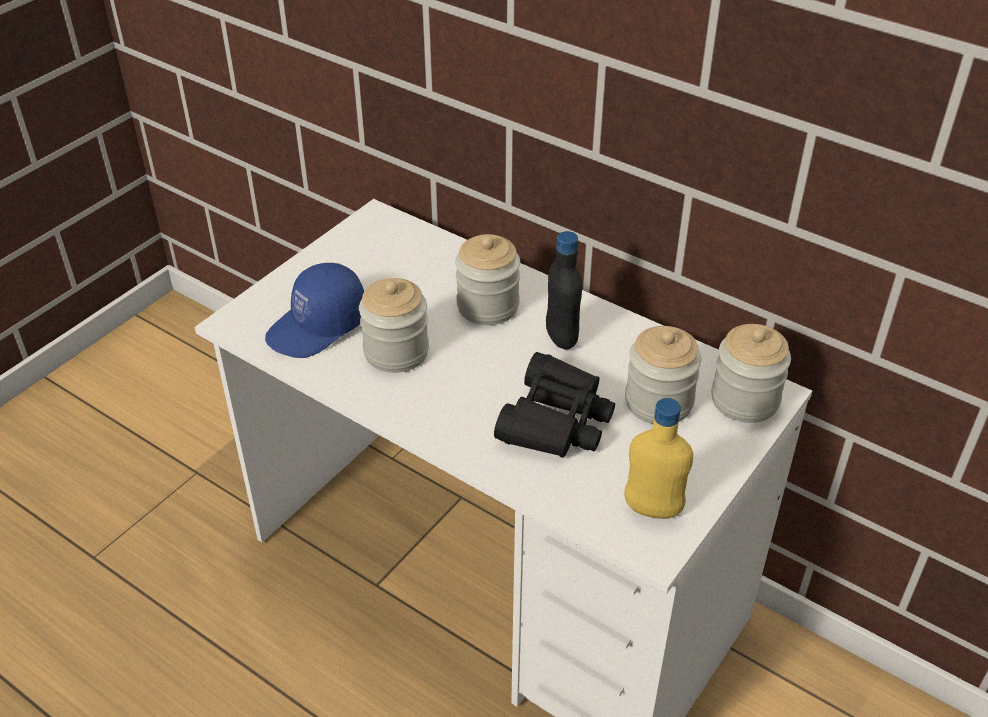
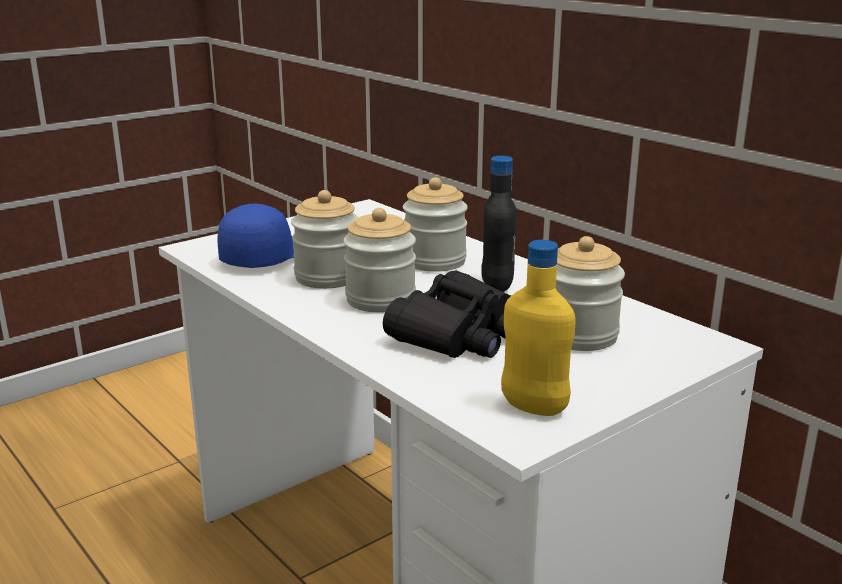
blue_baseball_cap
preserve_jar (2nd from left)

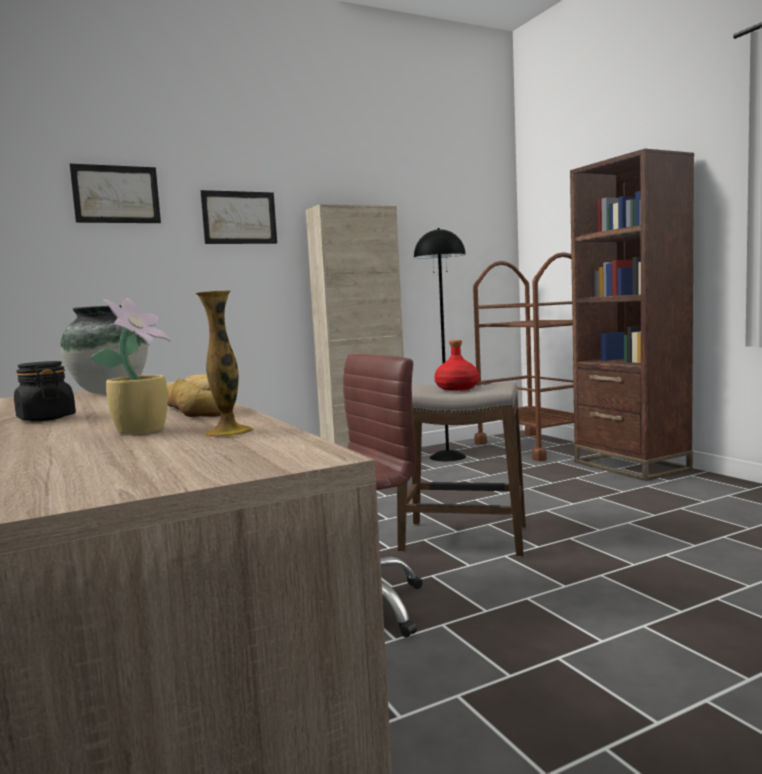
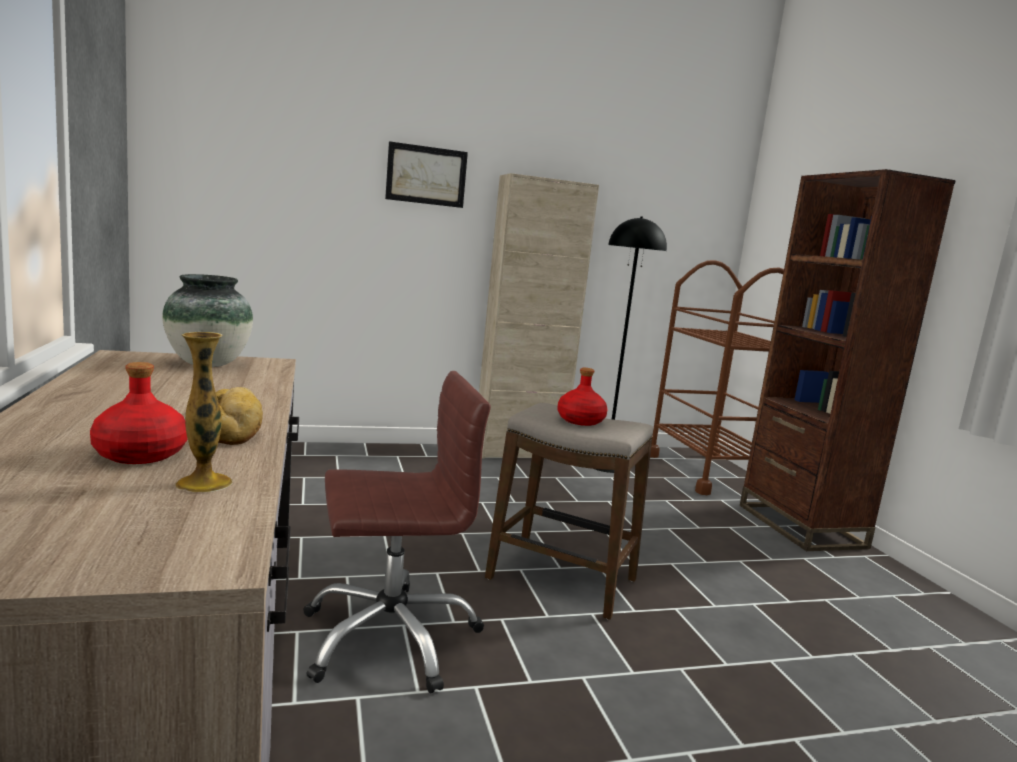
red-coloured_drink_bottle (1st from left)
black_preserve_jar
wall_art (1st from left in the first image)

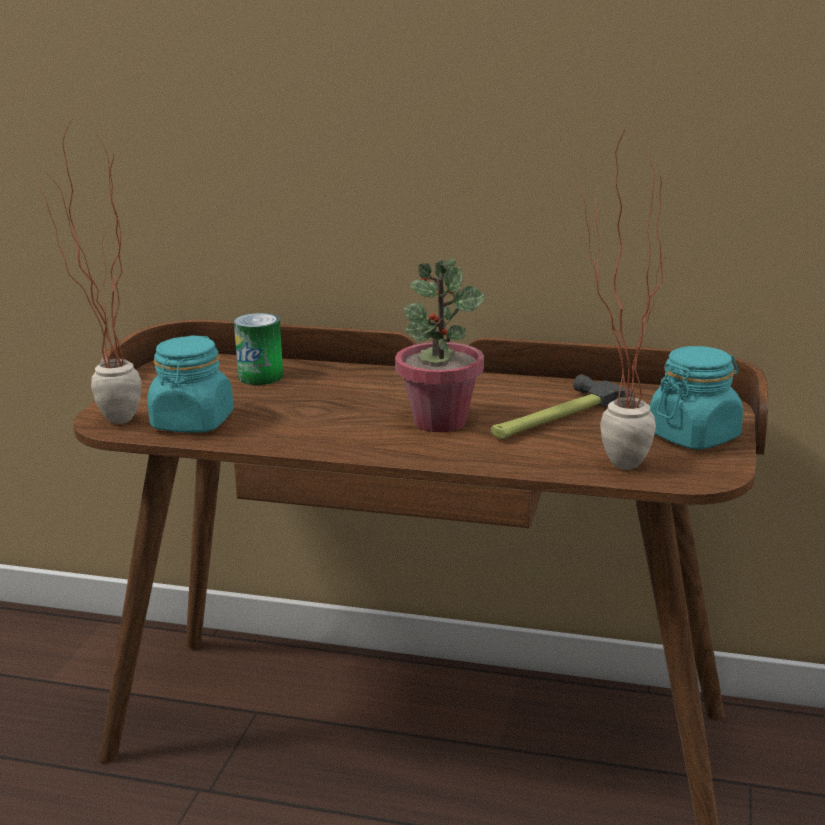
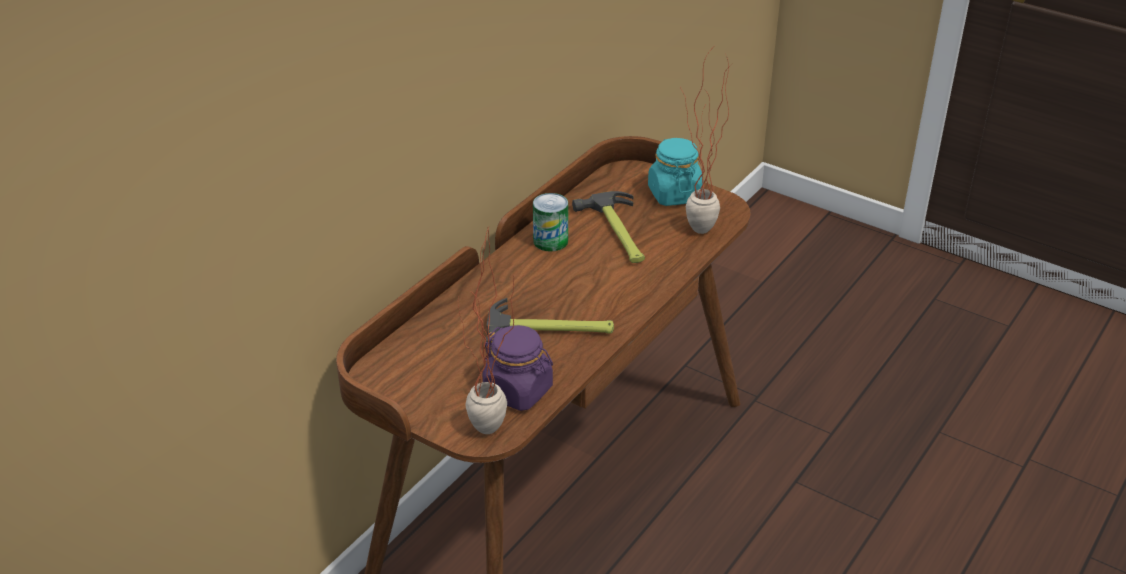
purple_preserve_jar
tool_hammer (1st from left)
metal_can
potted_plant (2nd from left in the first image)

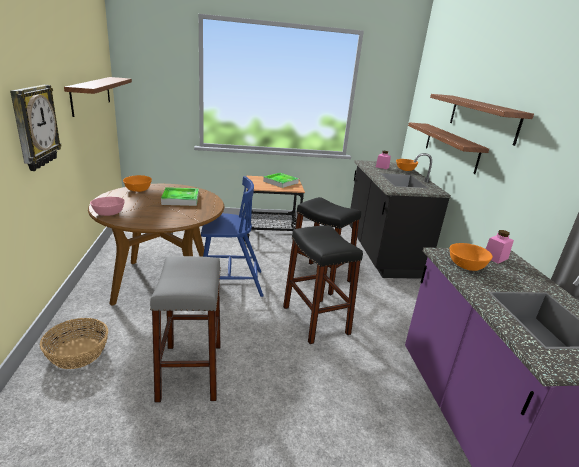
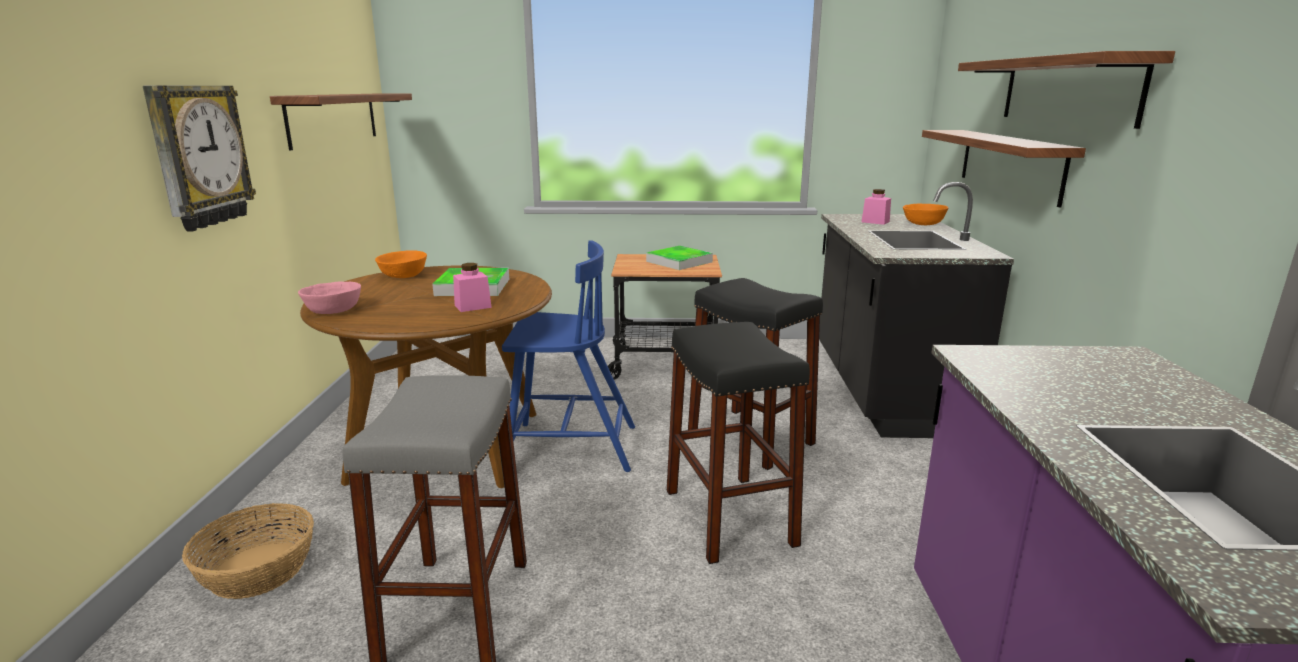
pink_preserve_jar (1st from left)
orangey_serving_bowl (3rd from left in the first image)

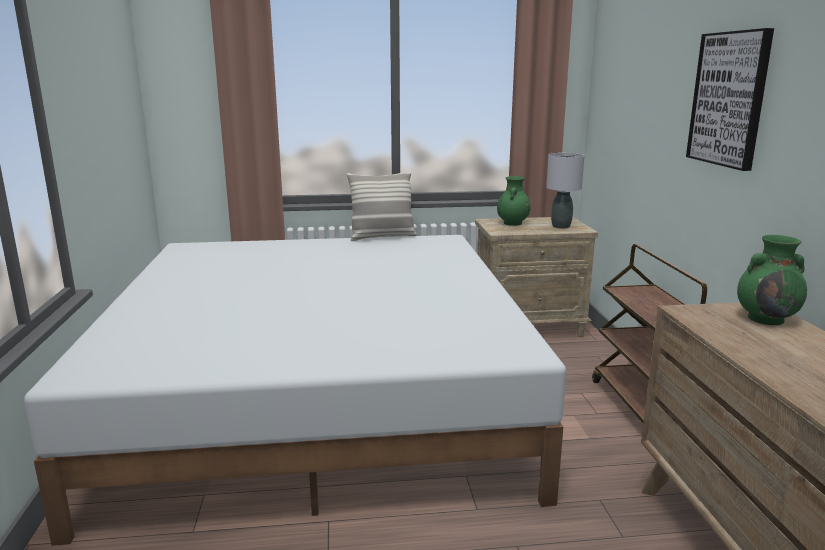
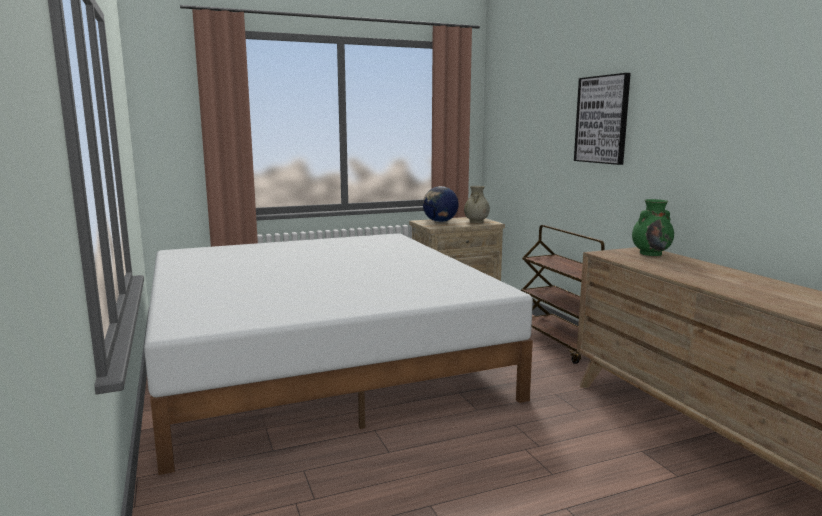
globe
sand-coloured_decorative_vase
pillow

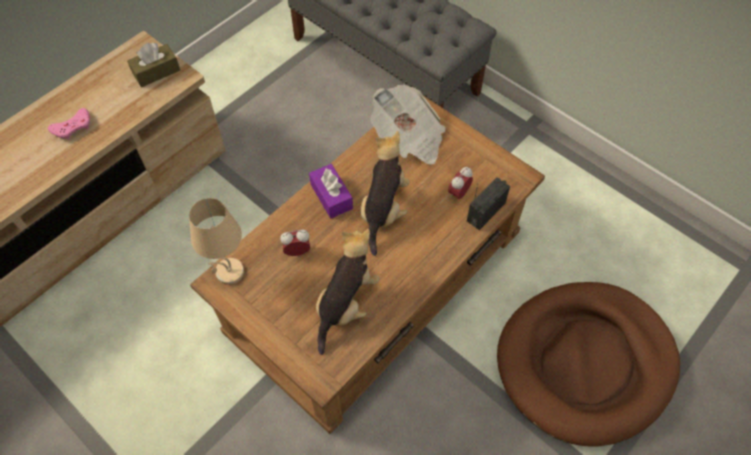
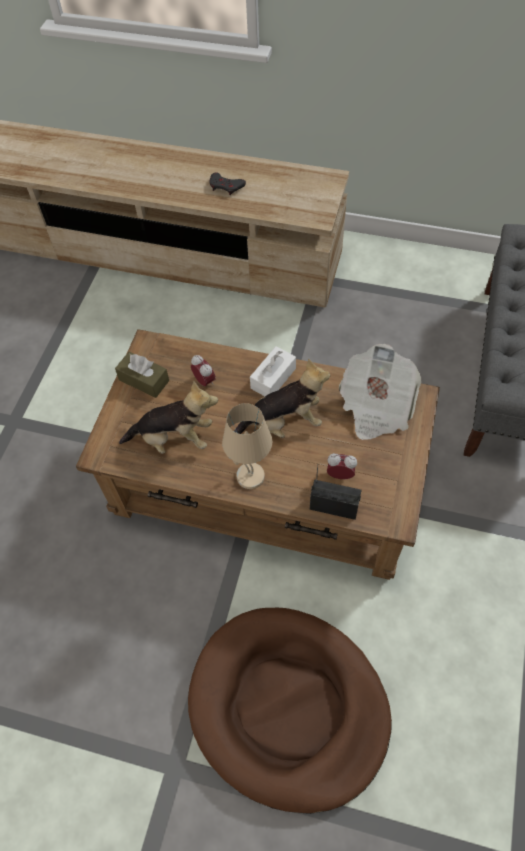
brown-coloured_tissue_box
grey_joypad
sand-coloured_table_lamp
whitish_tissue_box

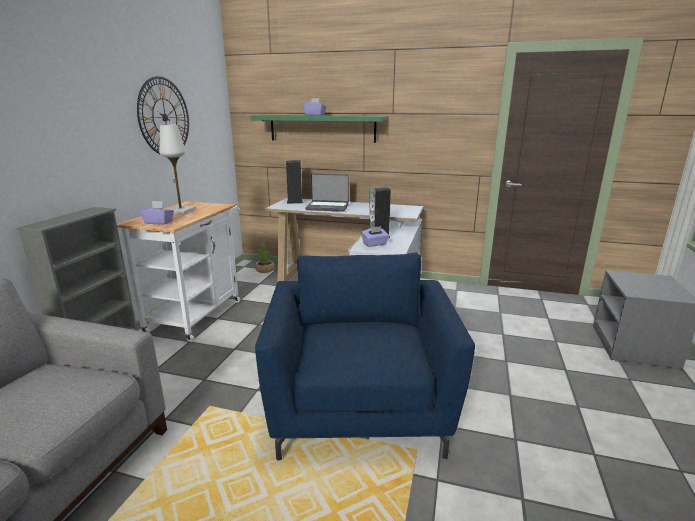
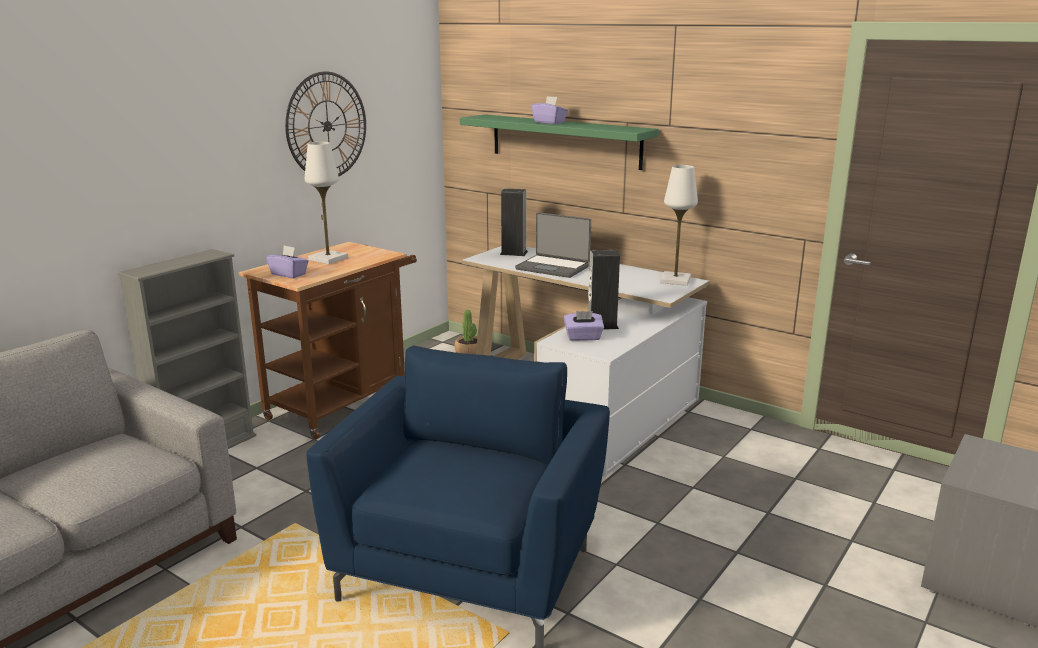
brown-coloured_cart
whitish_table_lamp (2nd from left)

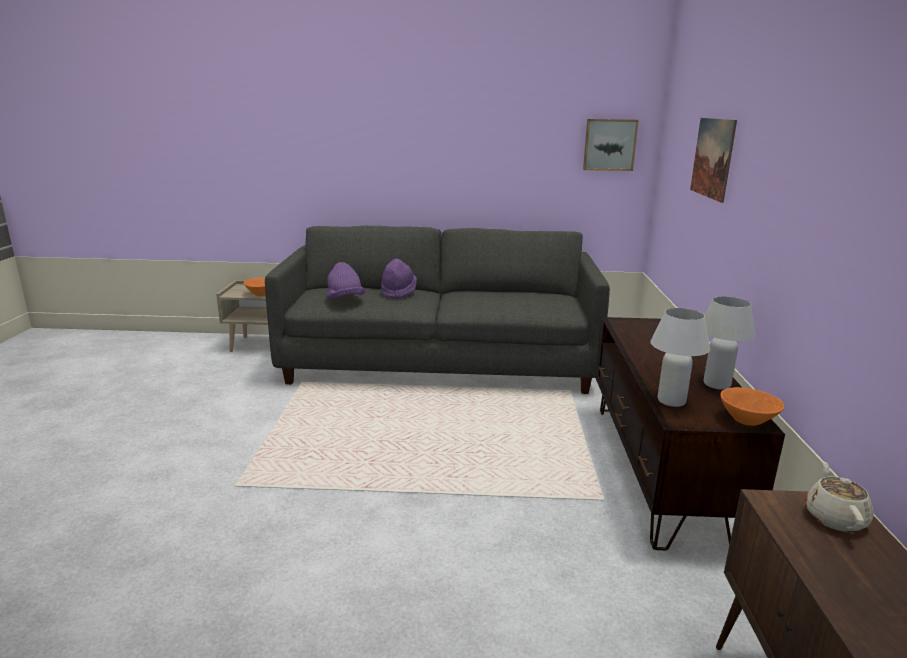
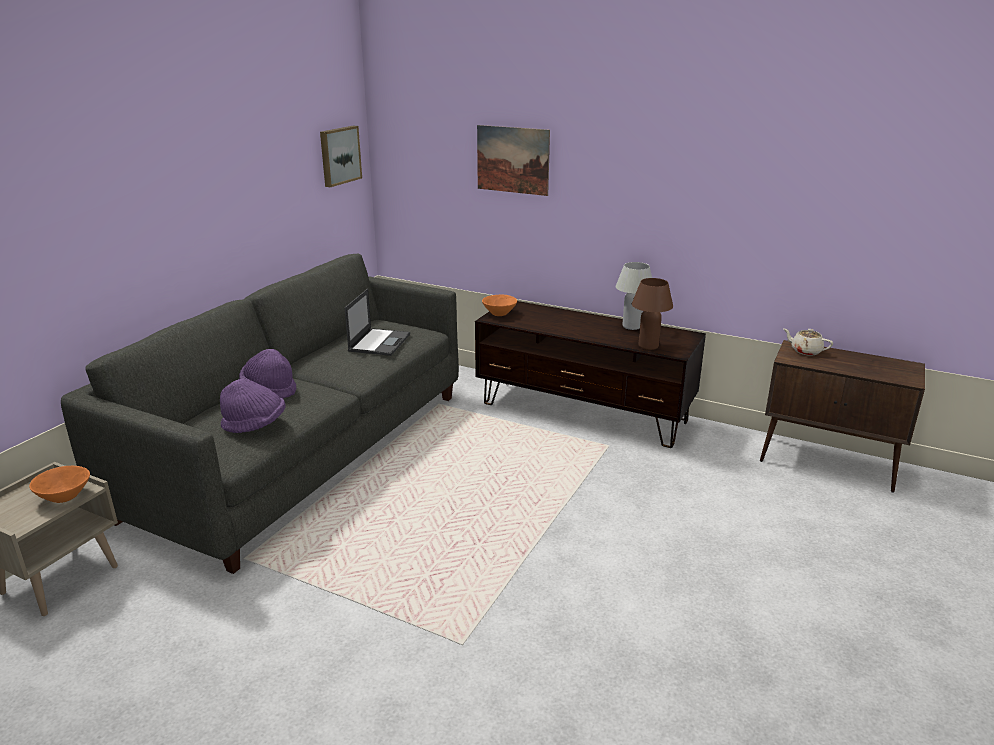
portable_computer
orangey_serving_bowl (2nd from left)
brown-coloured_table_lamp

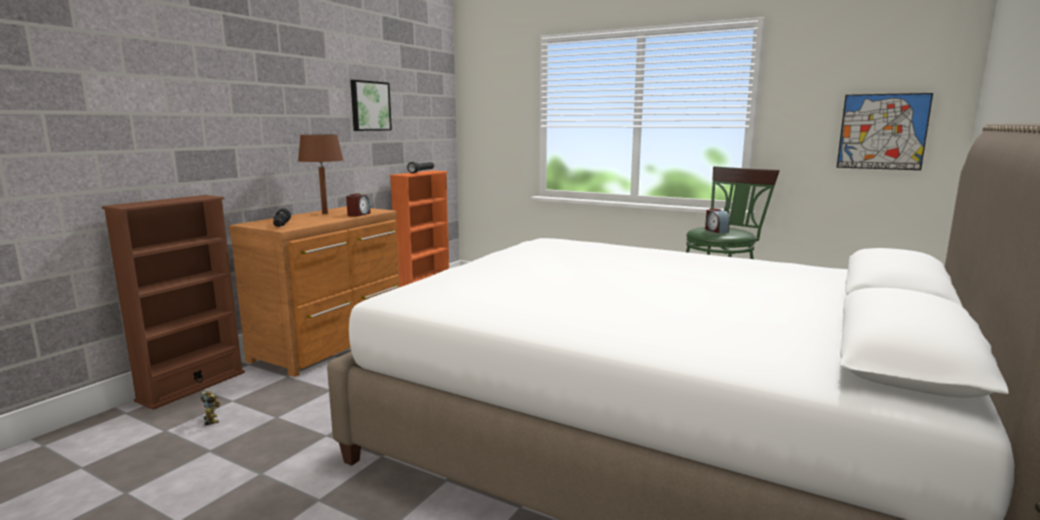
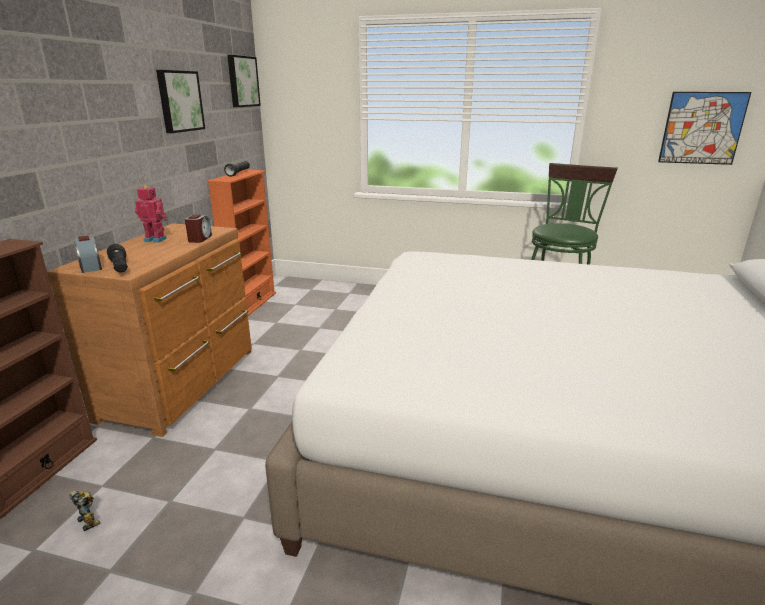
table_clock (1st from left)
model_robot (2nd from left)
wall_art (2nd from left)

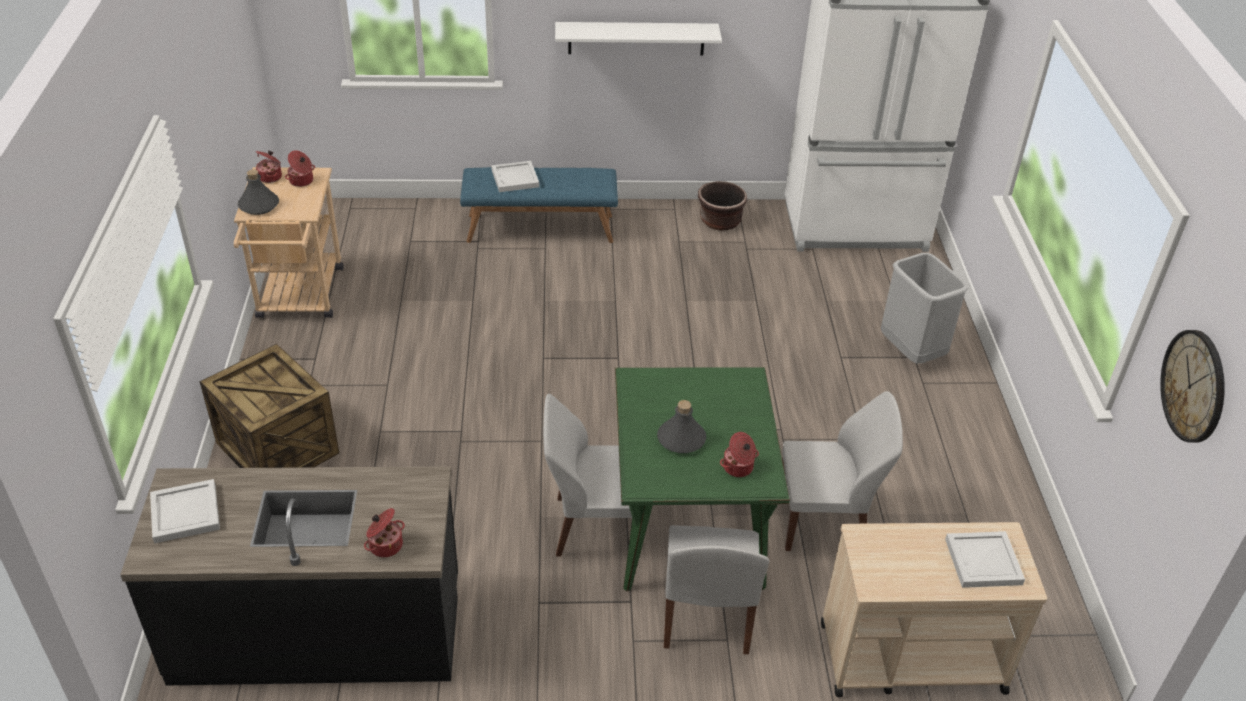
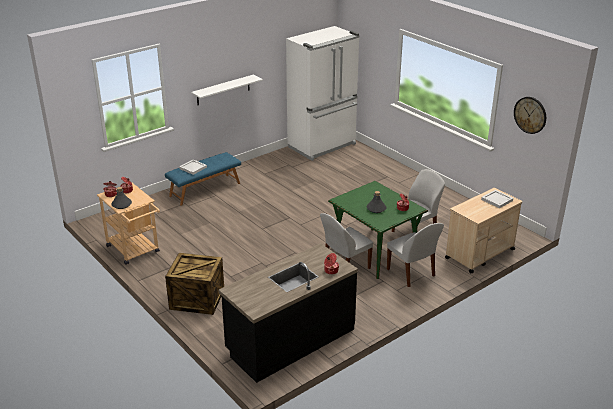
whitish_serving_tray (1st from left in the first image)
brown-coloured_plant_pot
grey_waste_bin

